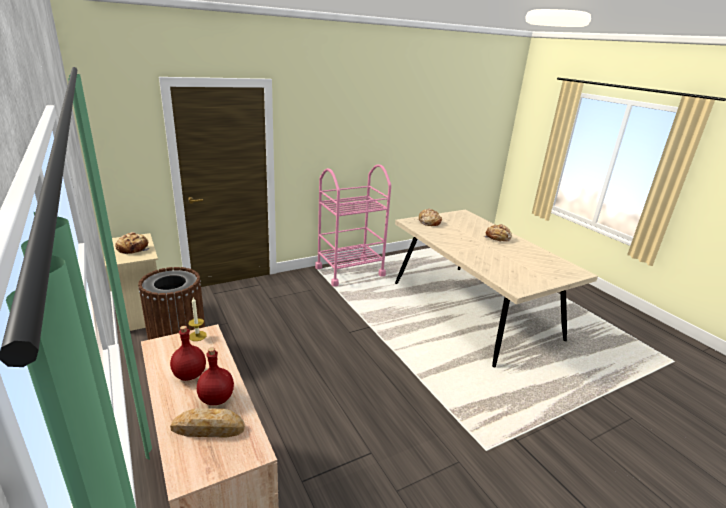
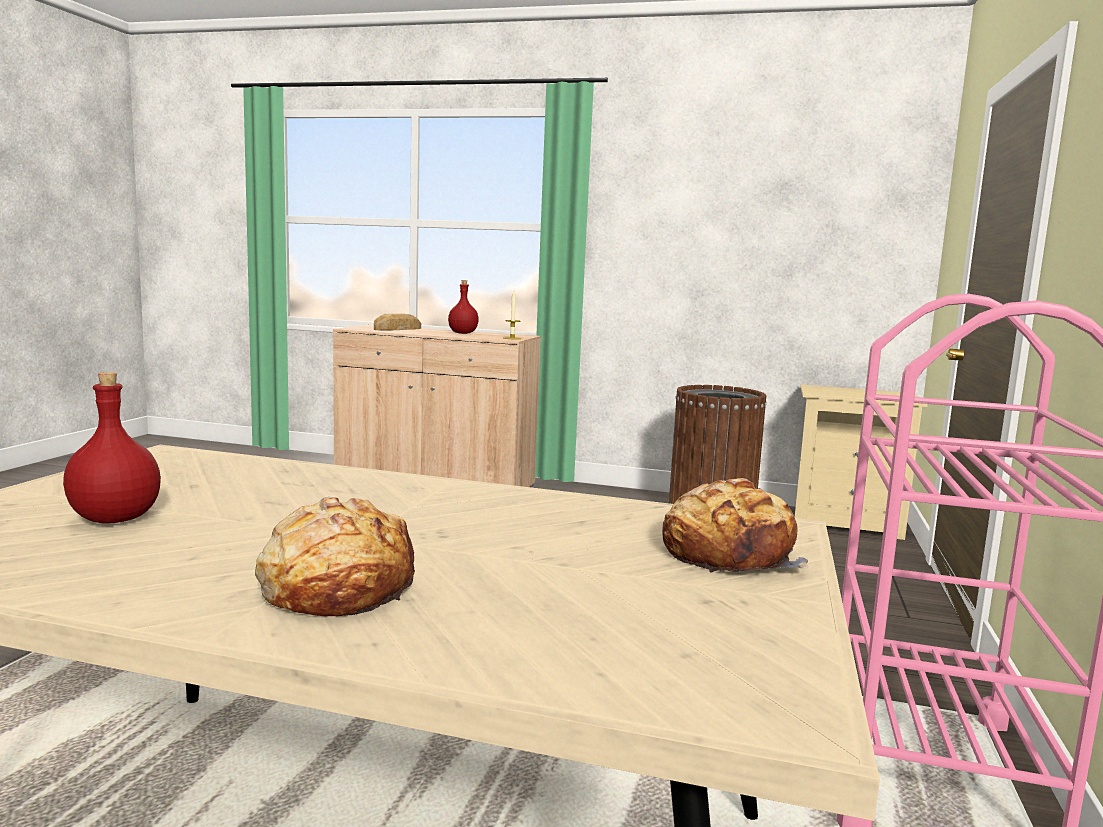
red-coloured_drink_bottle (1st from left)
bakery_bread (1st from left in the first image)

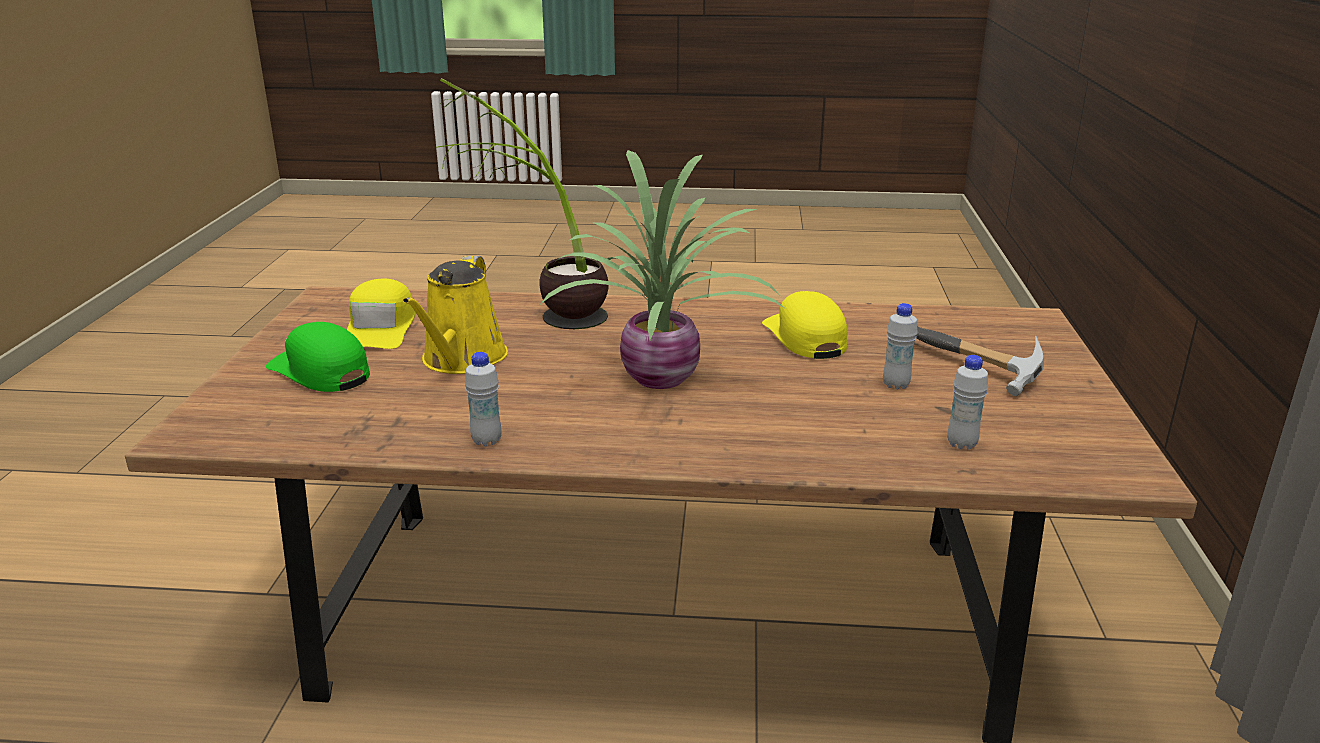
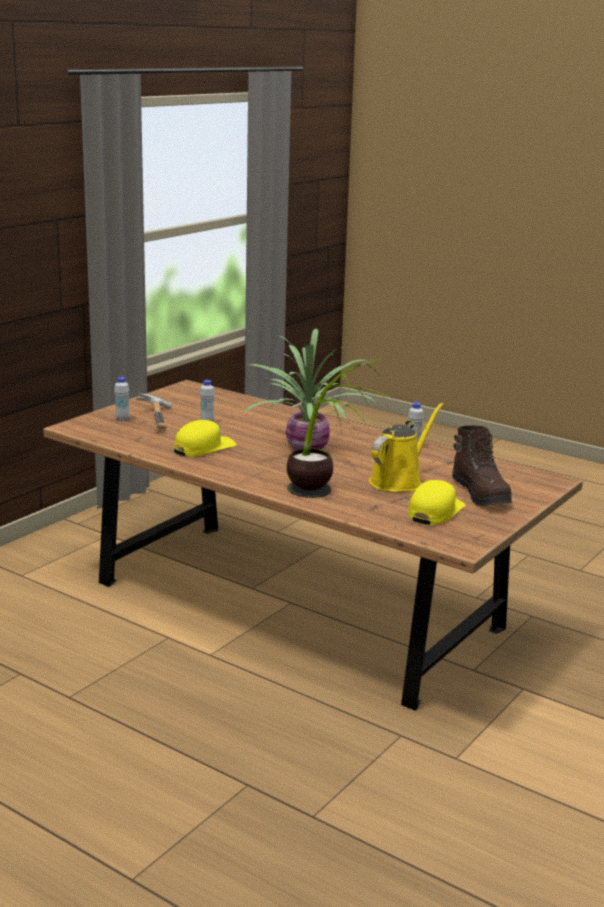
whitish_drink_bottle (1st from left)
yellow-coloured_baseball_cap (1st from left)
brown-coloured_boot

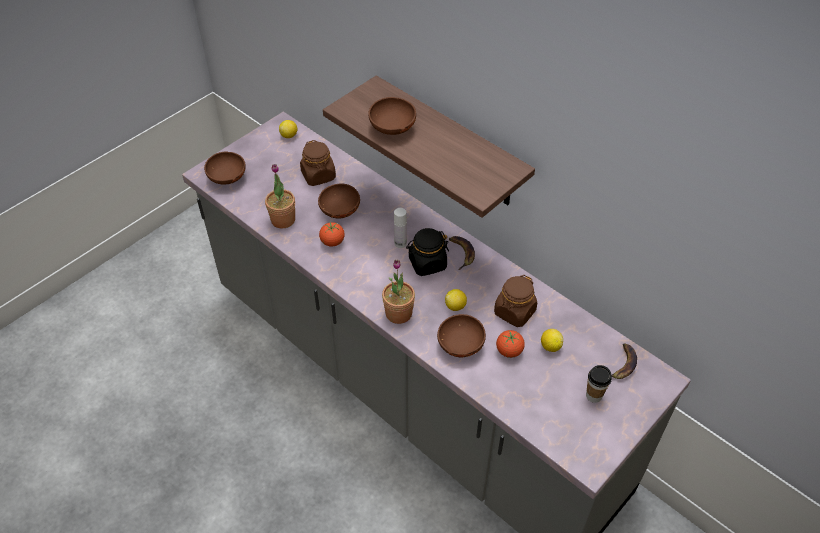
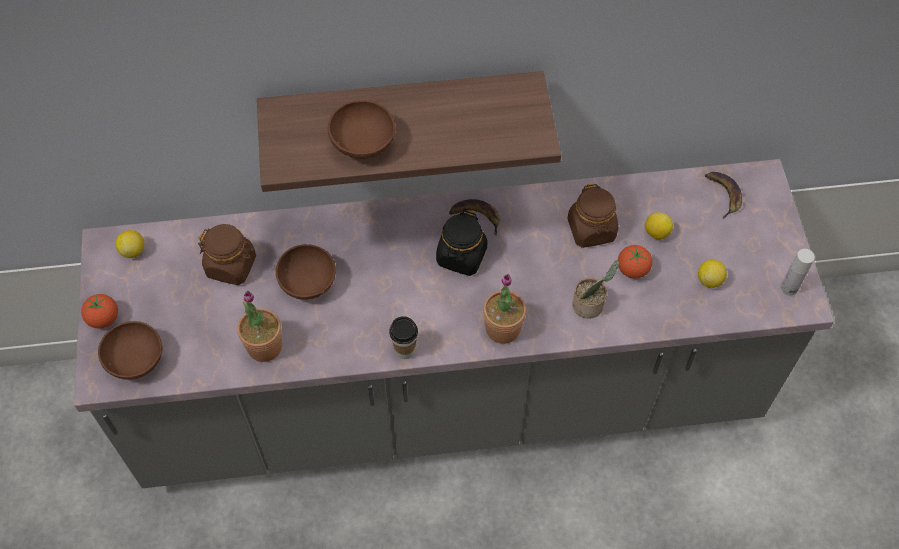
whole_tomato (1st from left)
drinking_cup
potted_plant (3rd from left)
lemon (3rd from left)
whitish_drink_bottle

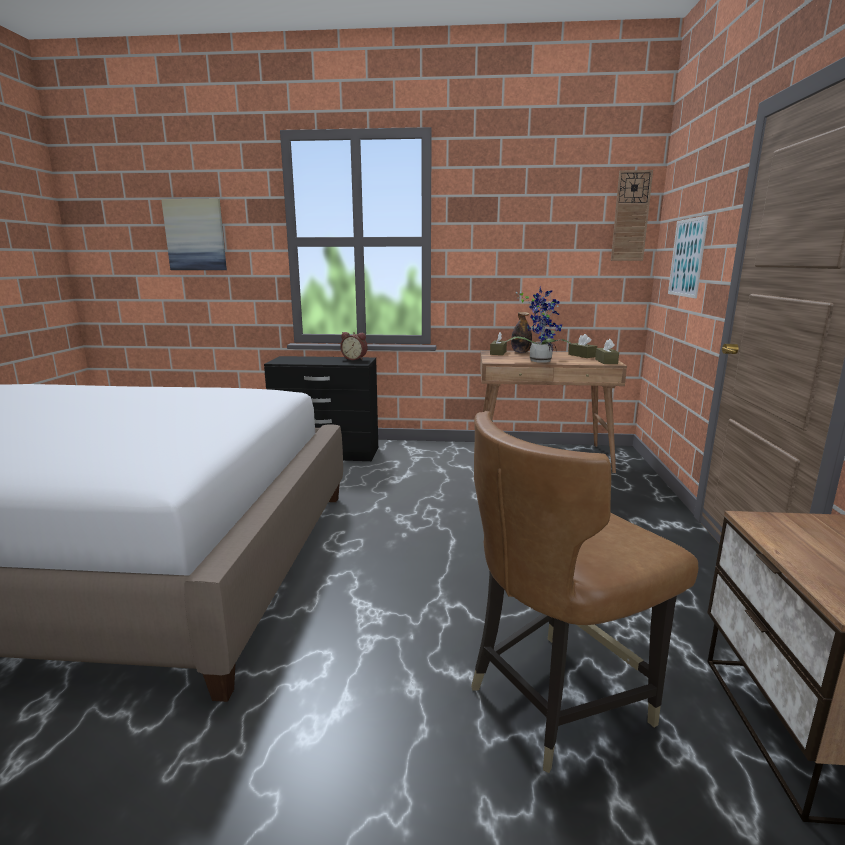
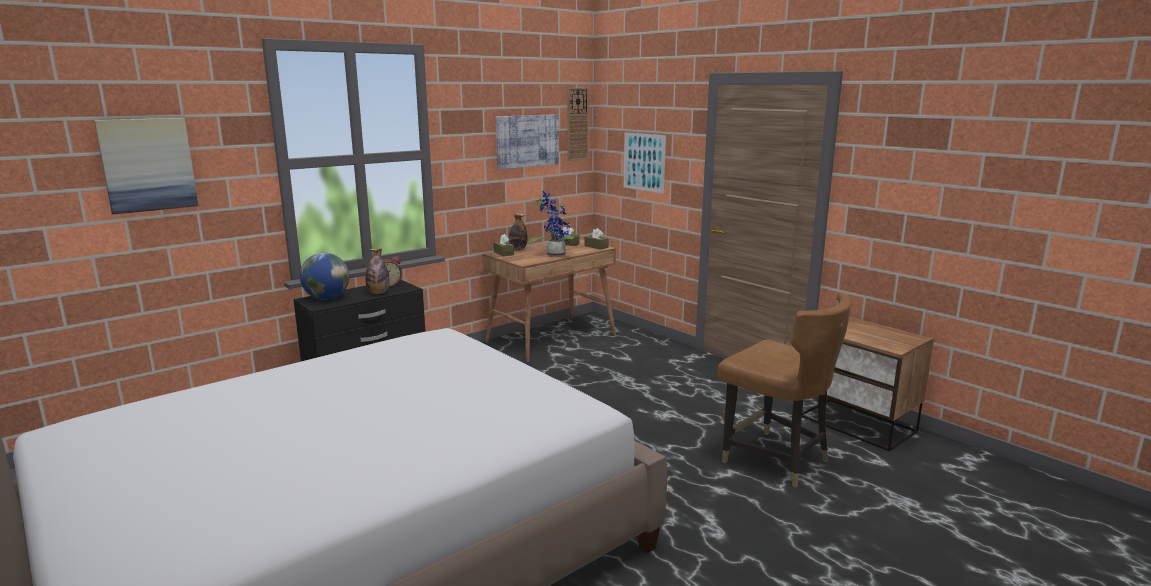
globe
drink_bottle (1st from left)
wall_art (2nd from left)
brown-coloured_upright_chair

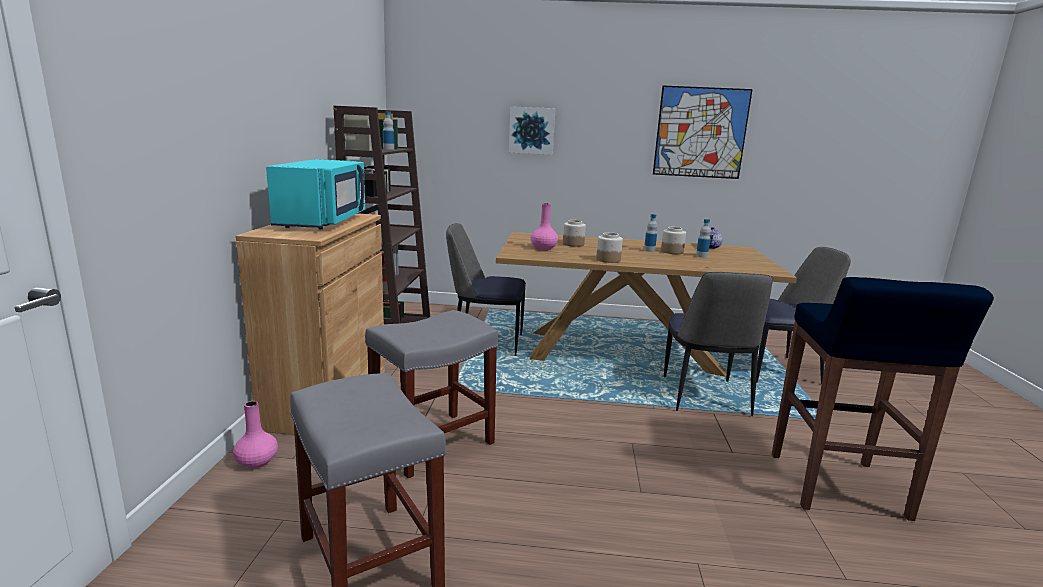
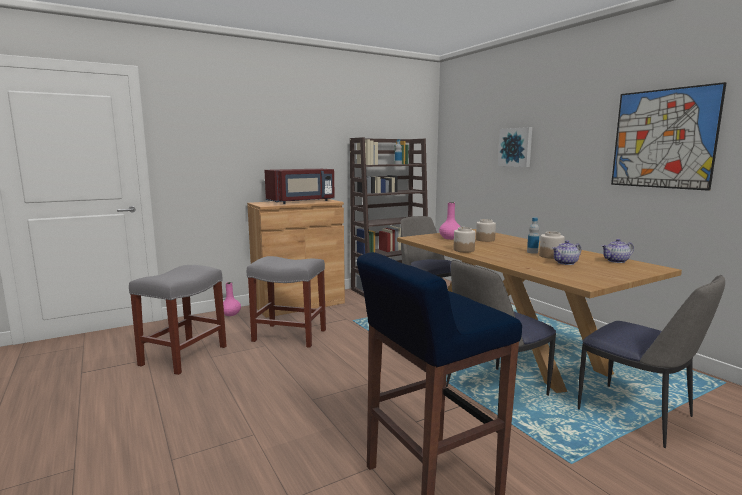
red-coloured_kitchen_microwave
tea_pot (1st from left)

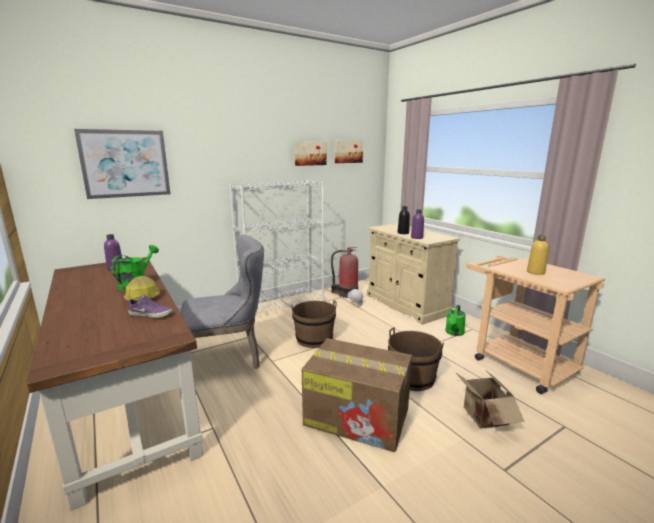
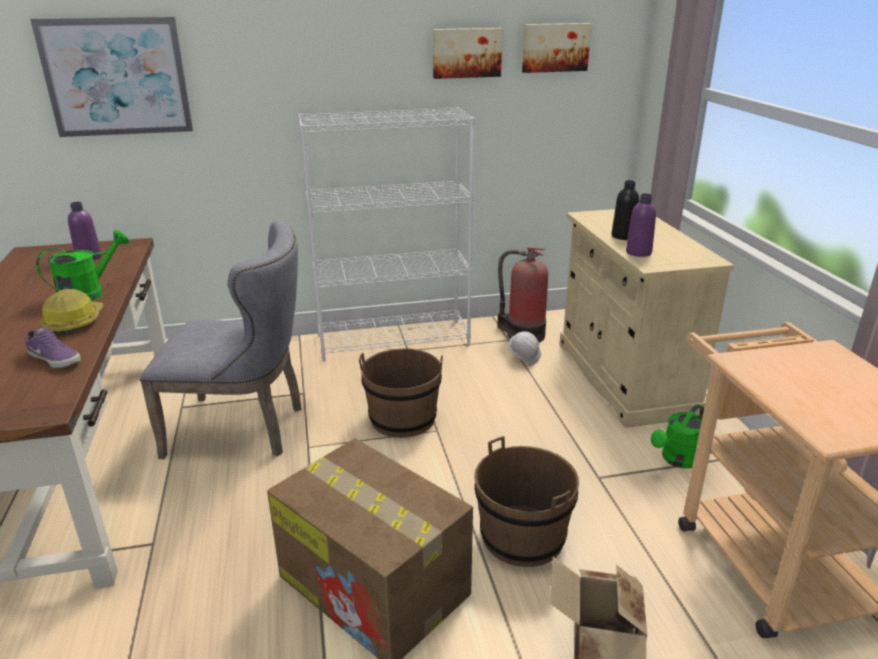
yellow-coloured_drink_bottle

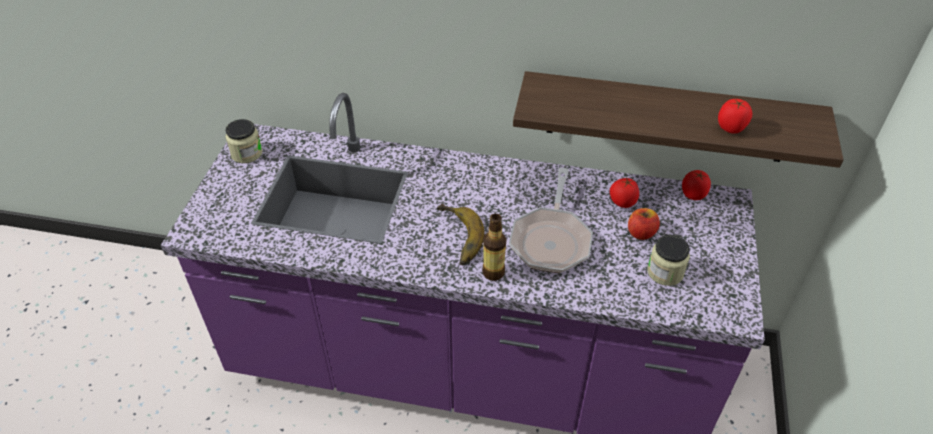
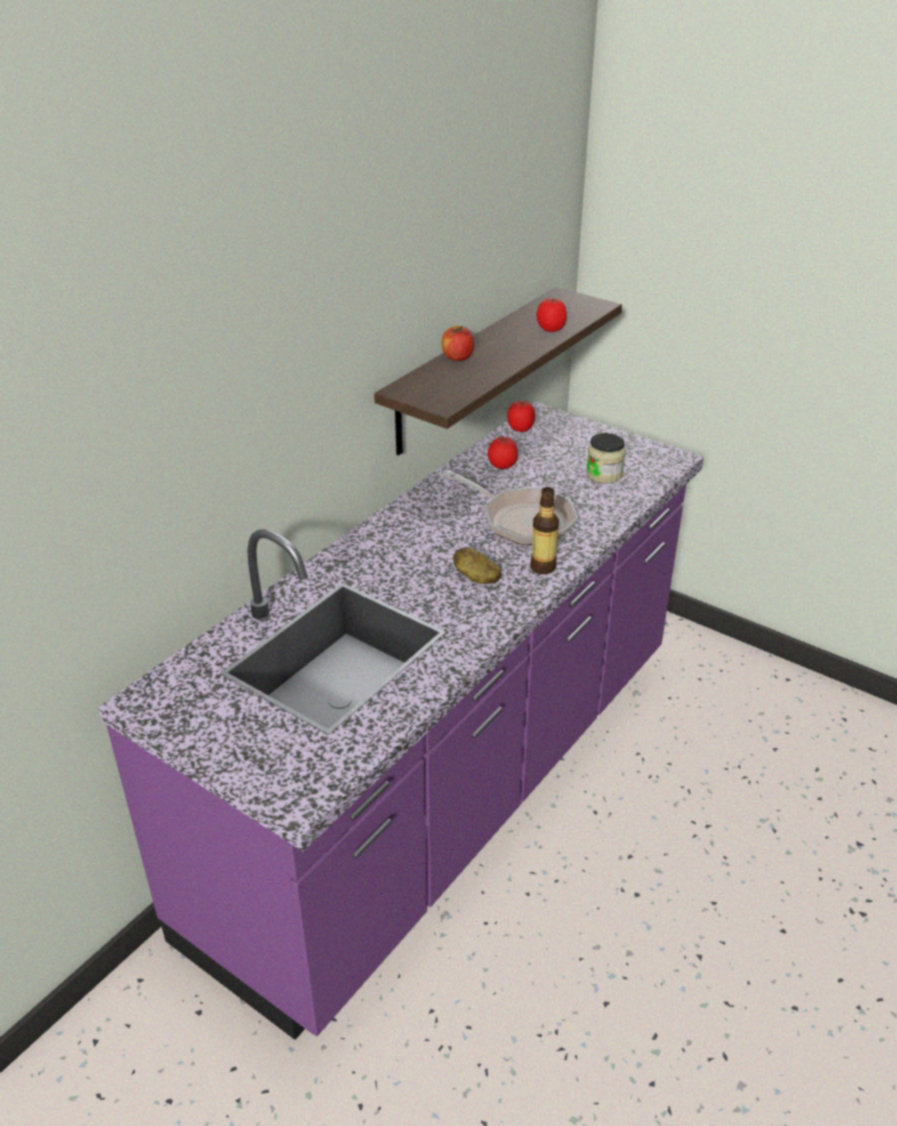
apple_fruit
spud
preserve_jar (1st from left in the first image)

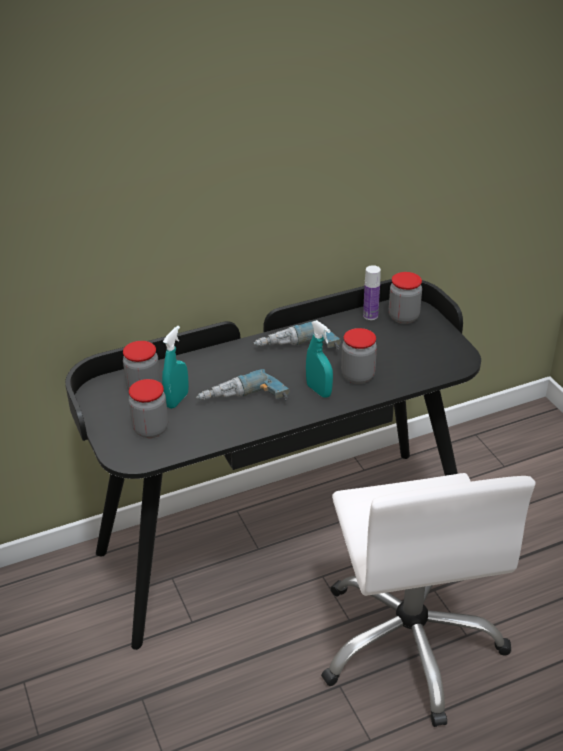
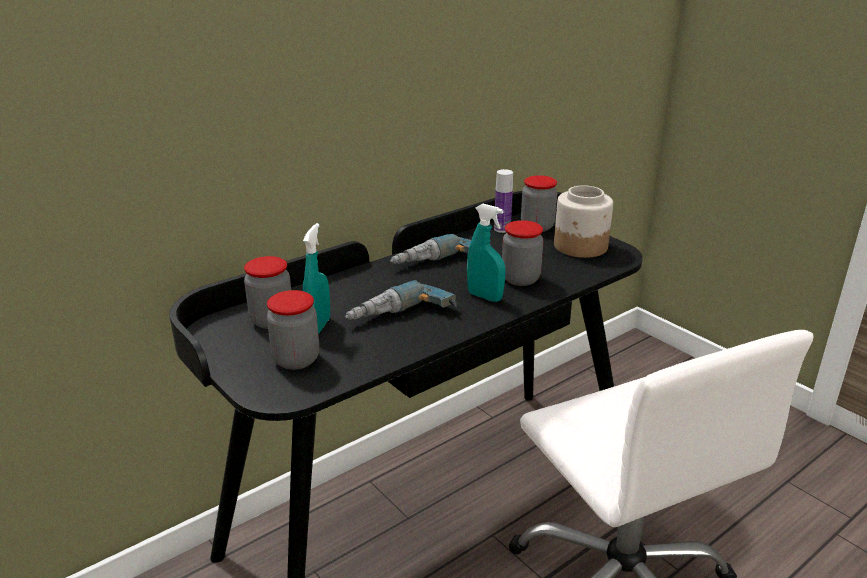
preserve_jar (5th from left)

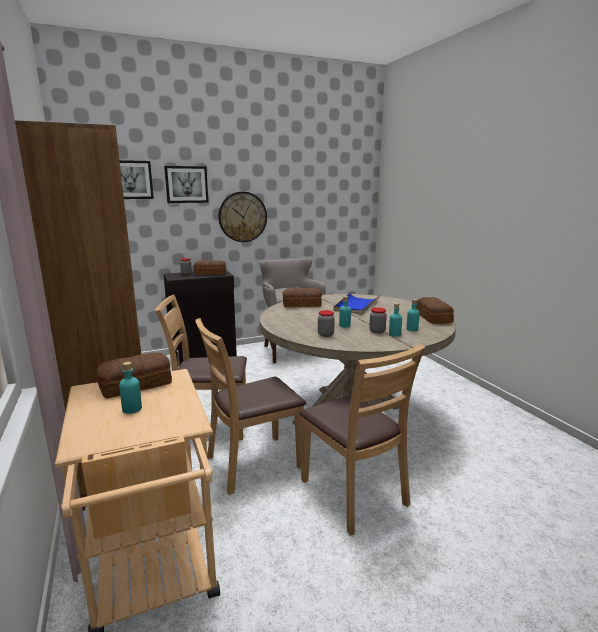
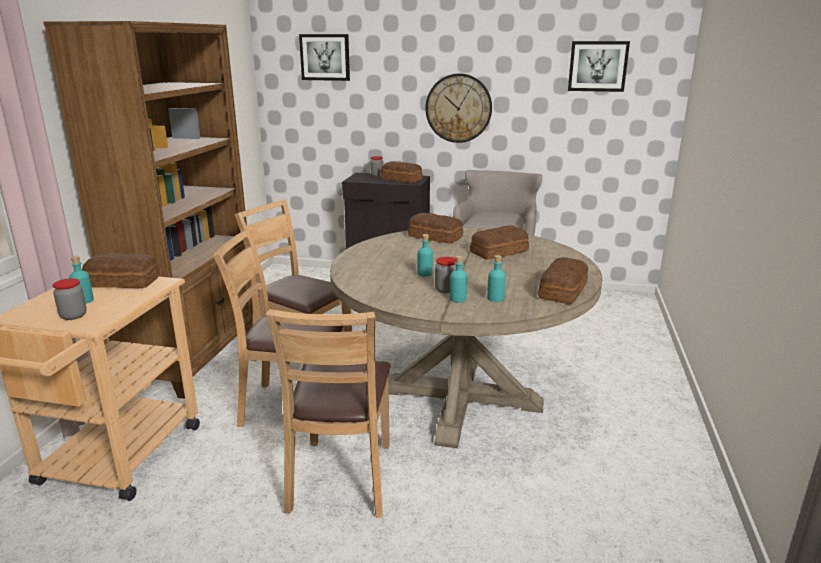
preserve_jar (1st from left)
bakery_bread (4th from left)
wall_art (2nd from left)

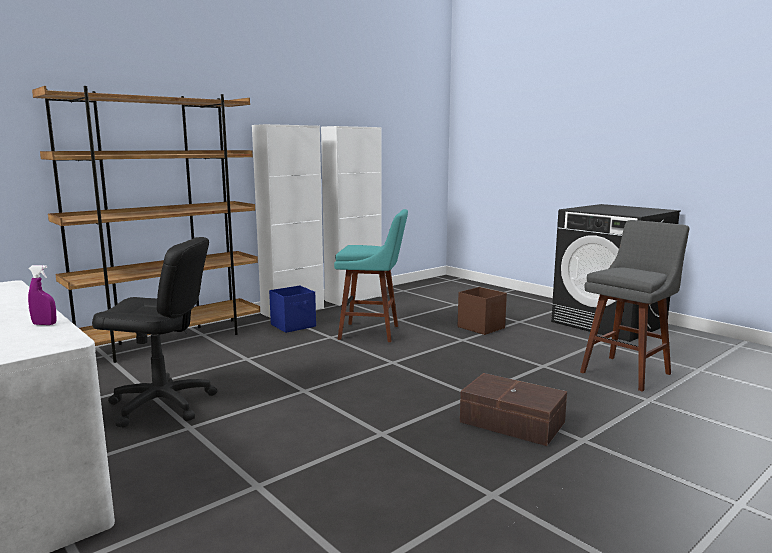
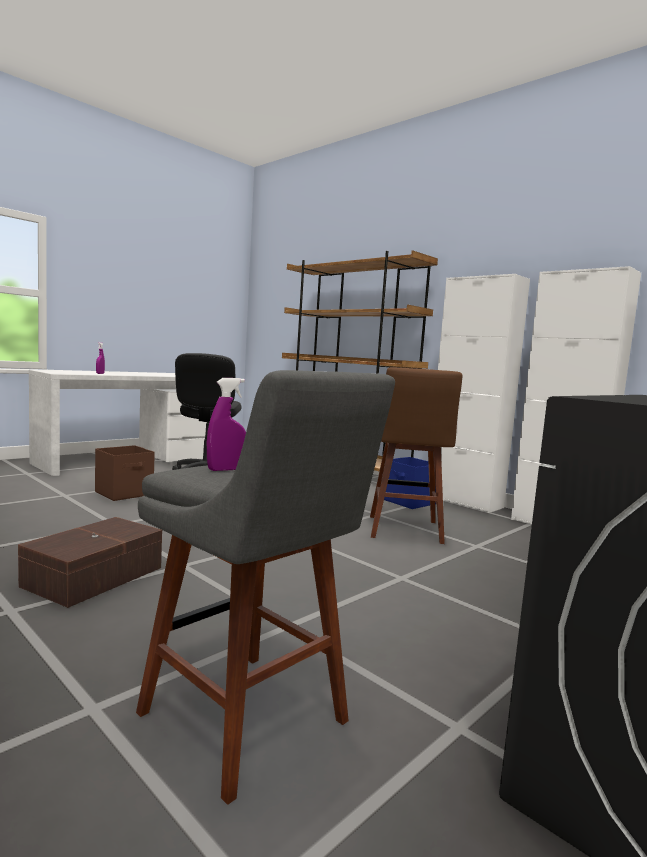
brown-coloured_storage_box (2nd from left)
purple_spray_bottle (2nd from left)
brown-coloured_sitting_stool

